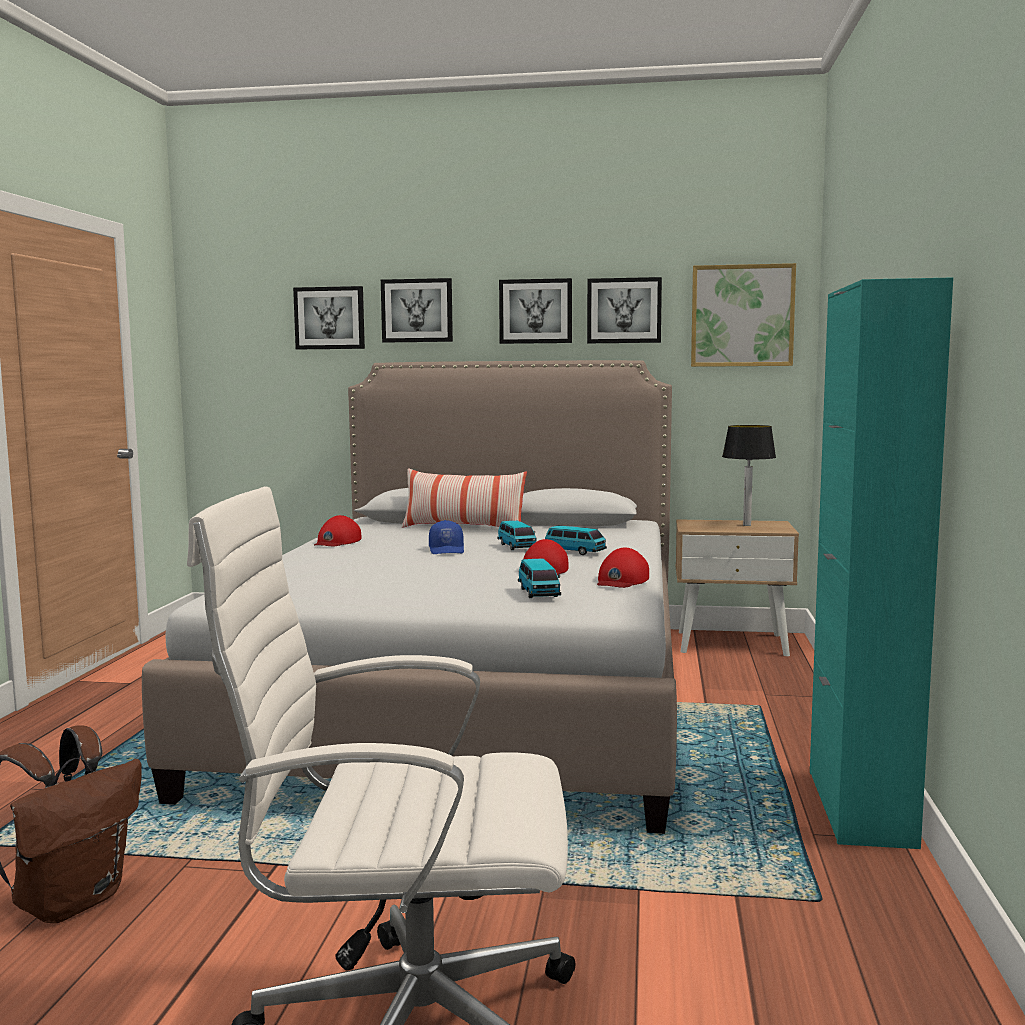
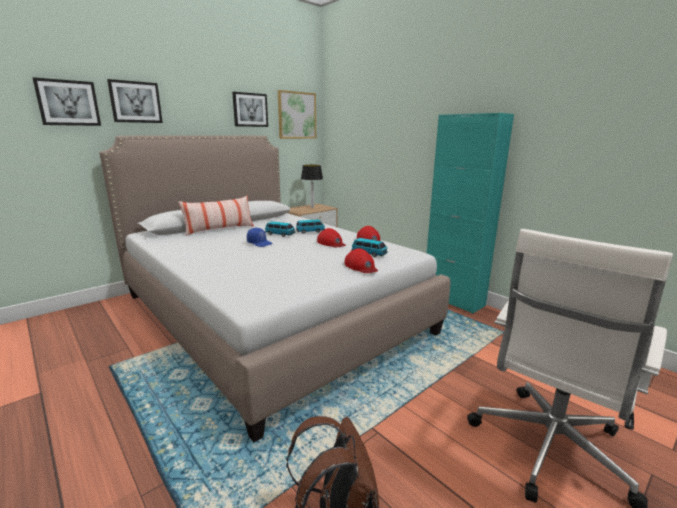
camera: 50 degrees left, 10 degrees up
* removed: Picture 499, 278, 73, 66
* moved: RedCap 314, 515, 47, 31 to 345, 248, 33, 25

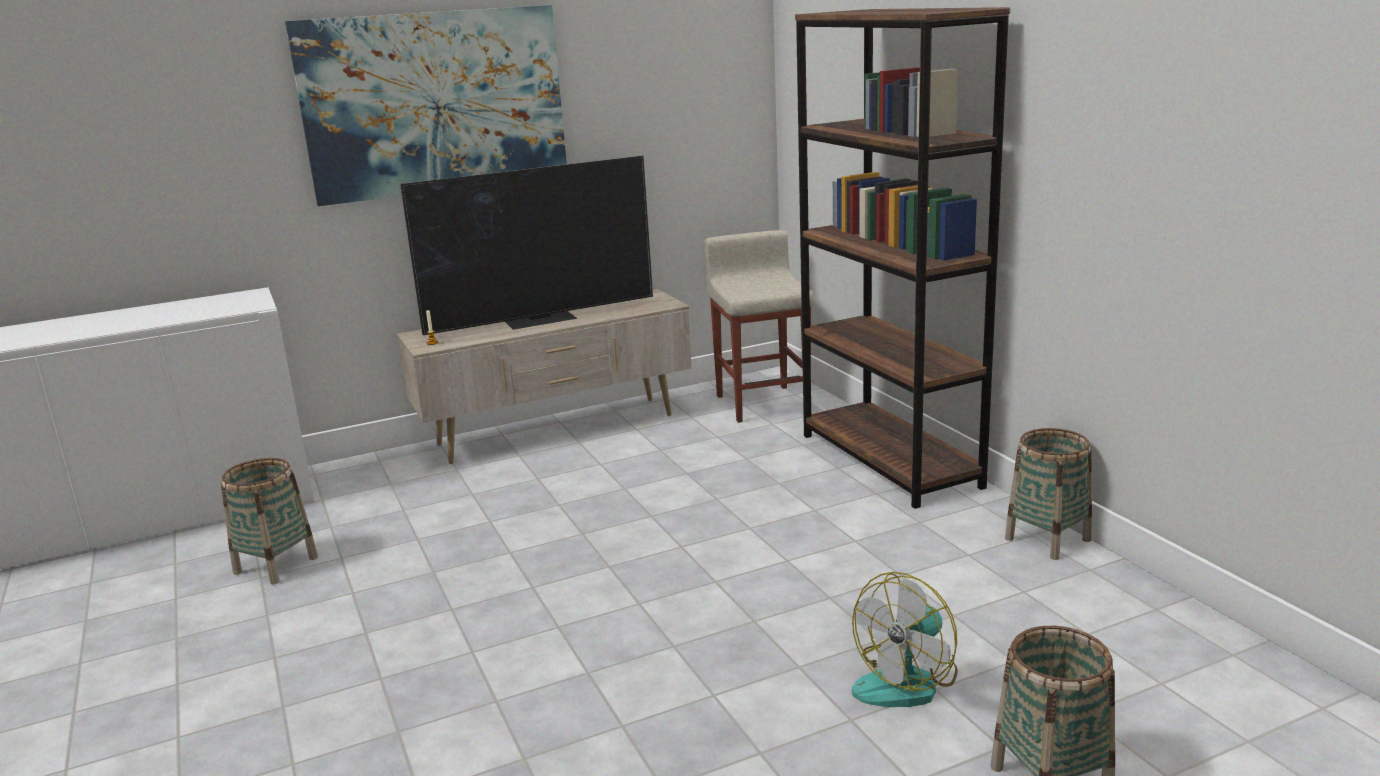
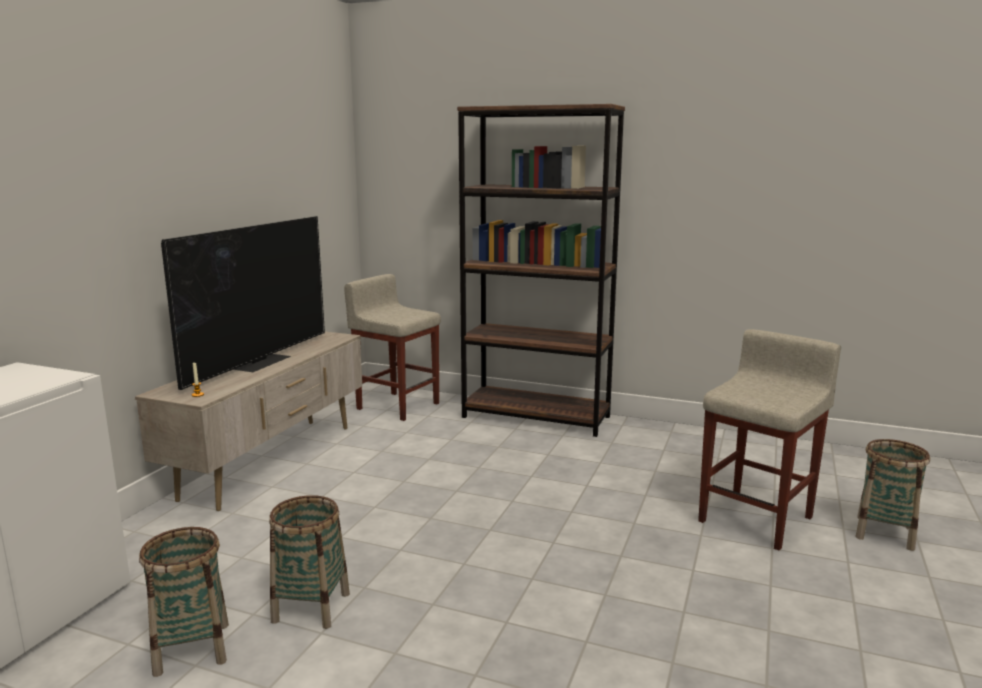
camera: 45 degrees left, 5 degrees down
* removed: Picture 285, 5, 282, 201
* moved: Basket 1005, 428, 87, 132 to 269, 495, 81, 134
* replaced: Fan 852, 572, 106, 135 to BeigeStool 698, 329, 143, 221

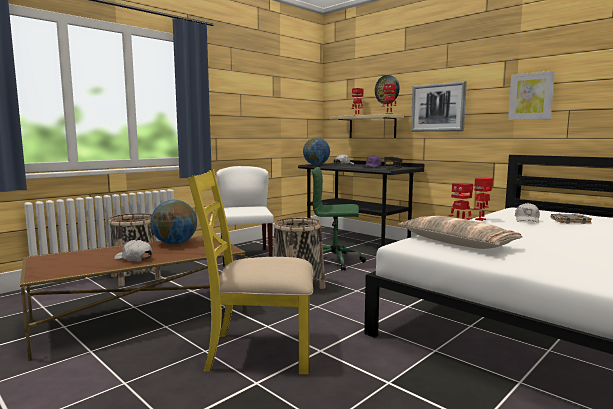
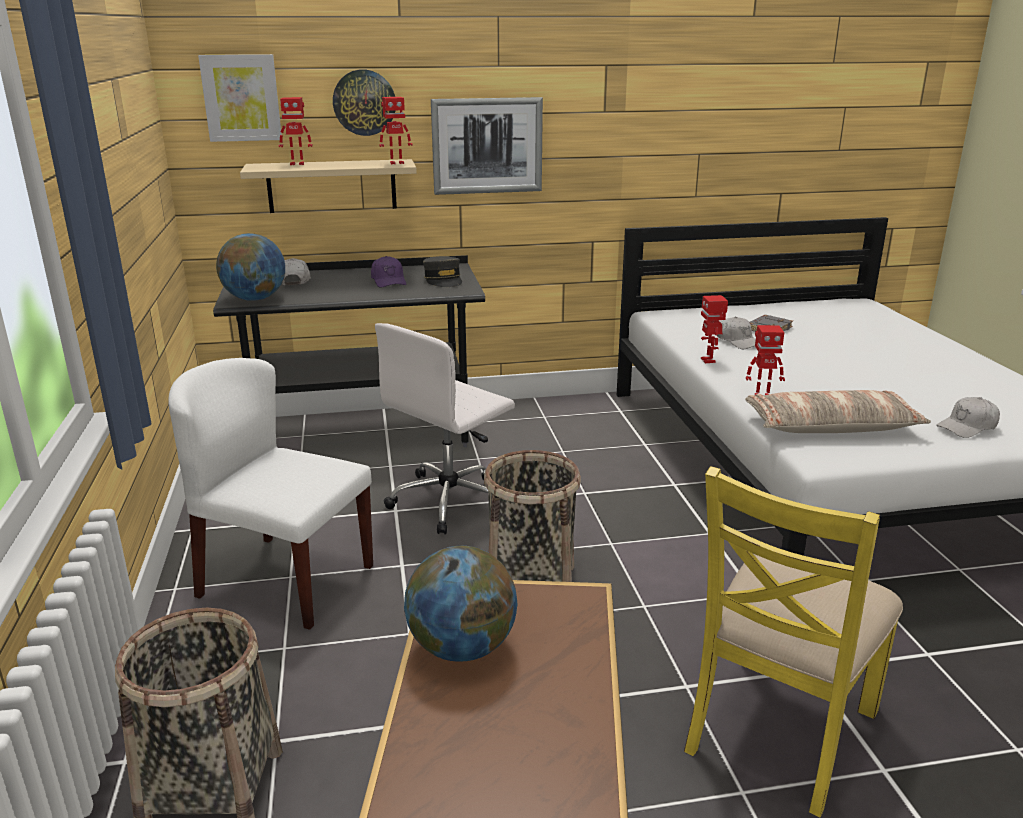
camera: 55 degrees left, 15 degrees up
* moved: WhiteCap 114, 240, 38, 21 to 936, 397, 64, 41
* moved: Picture 508, 71, 47, 49 to 198, 54, 84, 88
* recoloured: GreenOfficeChair 312, 167, 54, 104 to WhiteOfficeChair 375, 323, 140, 211

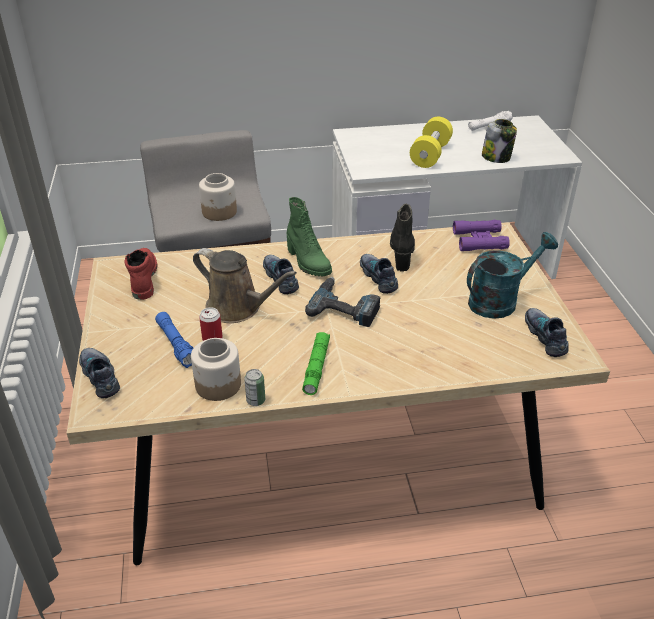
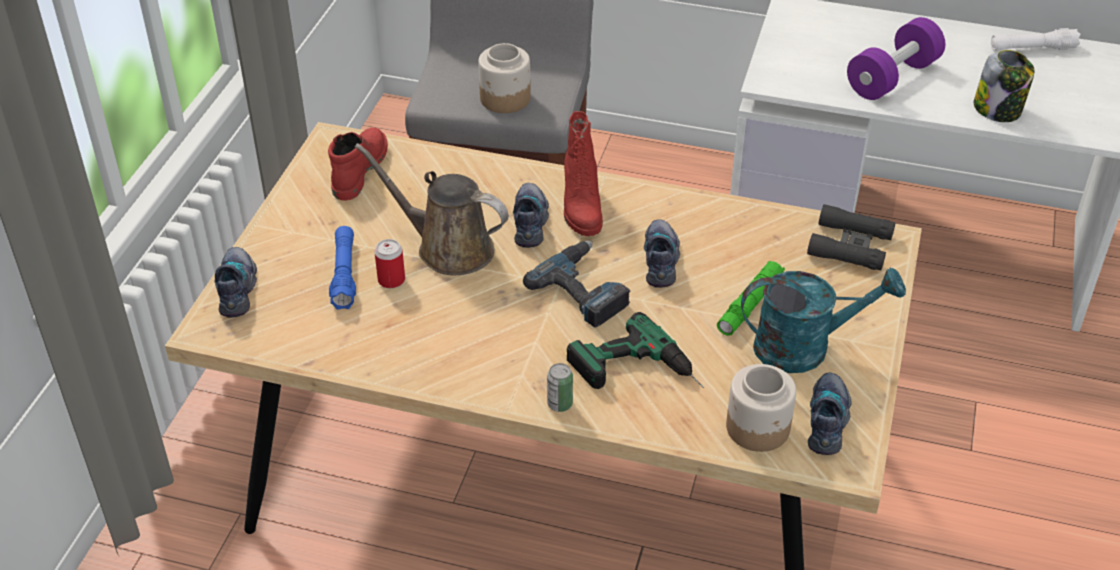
camera: 25 degrees right, 5 degrees up
* removed: BlackBoot 390, 204, 25, 68
* added: PowerDrill 567, 312, 137, 77
* moved: Jar 191, 338, 50, 63 to 726, 364, 70, 88
* moved: Can 244, 369, 21, 37 to 547, 363, 26, 49
* moved: GreenFlashlight 302, 332, 28, 63 to 717, 261, 68, 75
* recoloured: GreenBoot 287, 197, 45, 80 to RedBoot 564, 111, 39, 125
* recoloured: YellowDumbbell 410, 117, 43, 51 to PurpleDumbbell 847, 17, 98, 83
* recoloured: PurpleBinoculars 453, 220, 57, 31 to BlackBinoculars 807, 204, 89, 66
* turned: BrownWateringCan 193, 248, 104, 75 = 355, 143, 154, 132 150 degrees clockwise

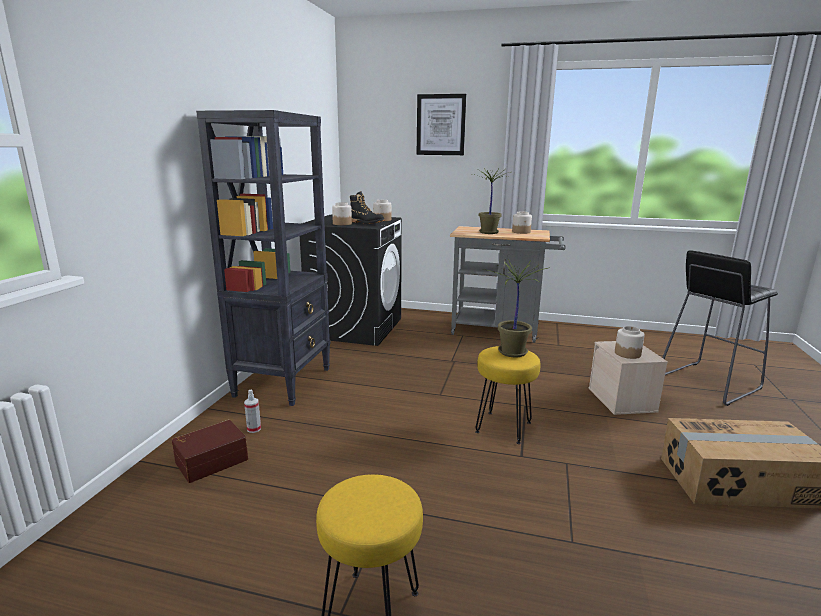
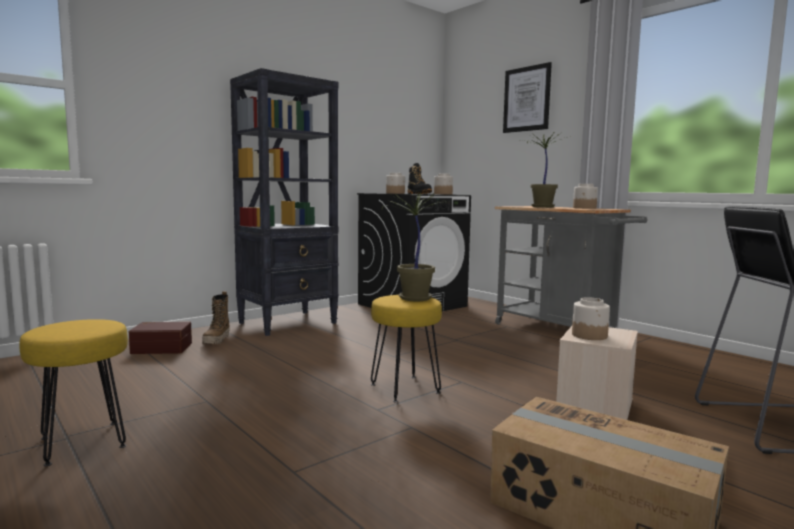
camera: 35 degrees right, 10 degrees down
* replaced: SprayBottle 244, 390, 17, 43 to Boot 202, 291, 28, 53

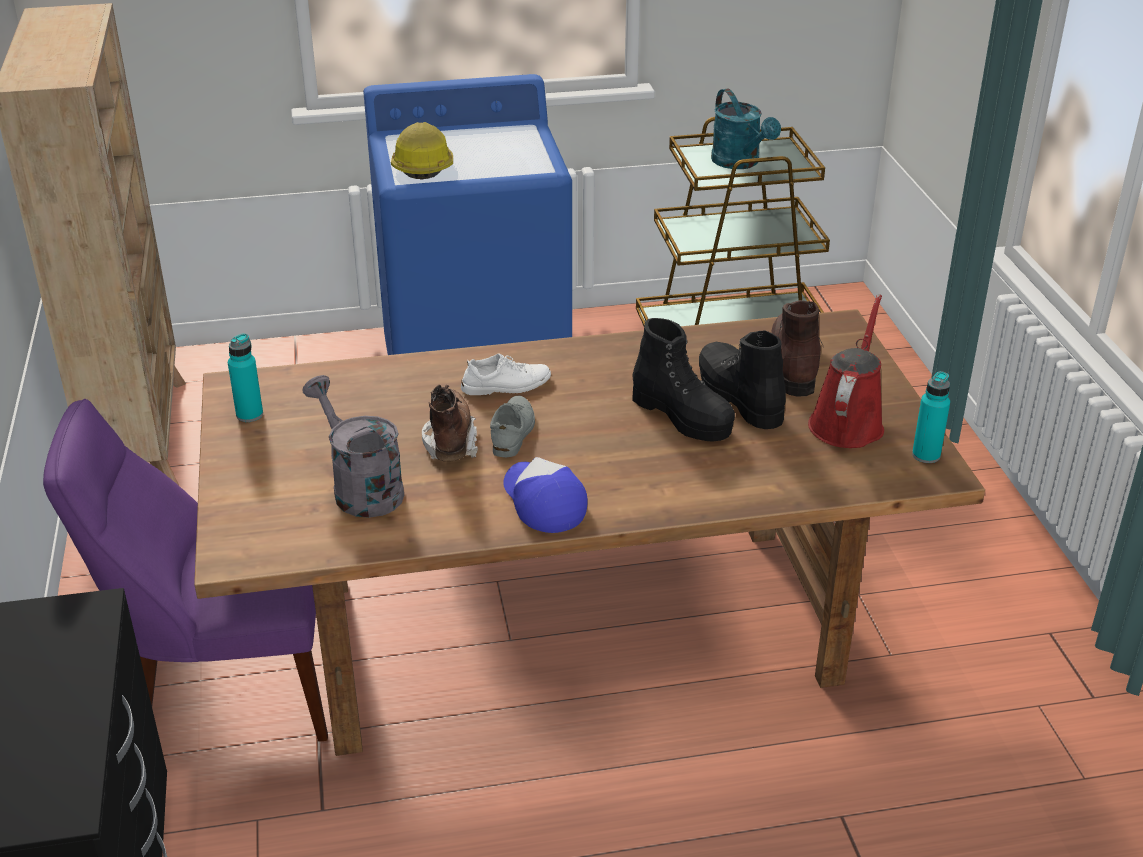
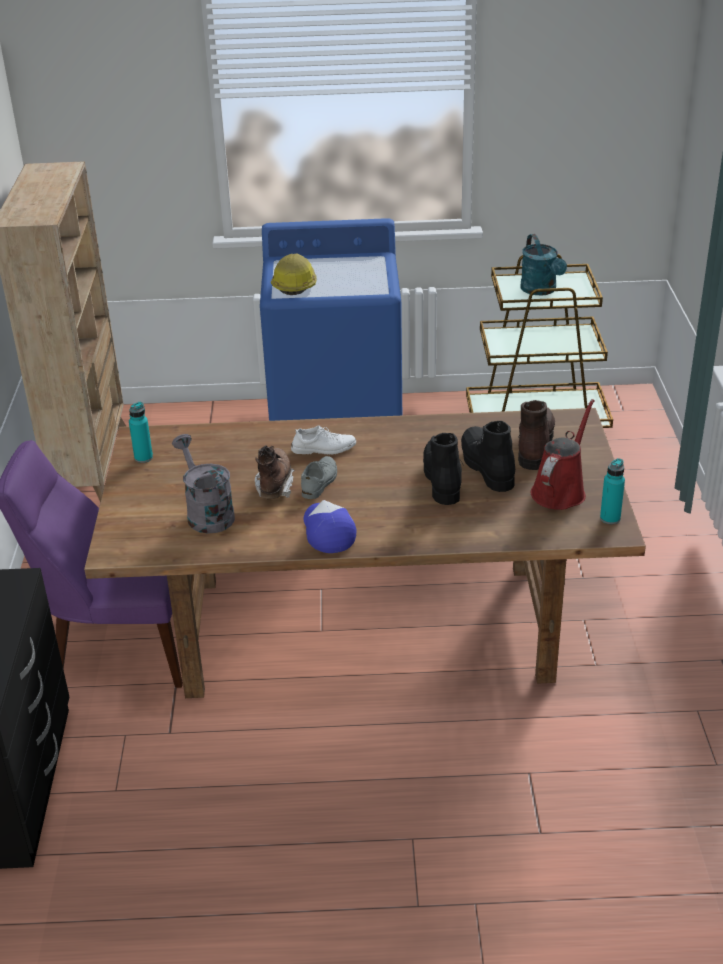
camera: 10 degrees right, 0 degrees up
* turned: BlackBoot 632, 318, 103, 123 = 423, 433, 40, 72 150 degrees counterclockwise

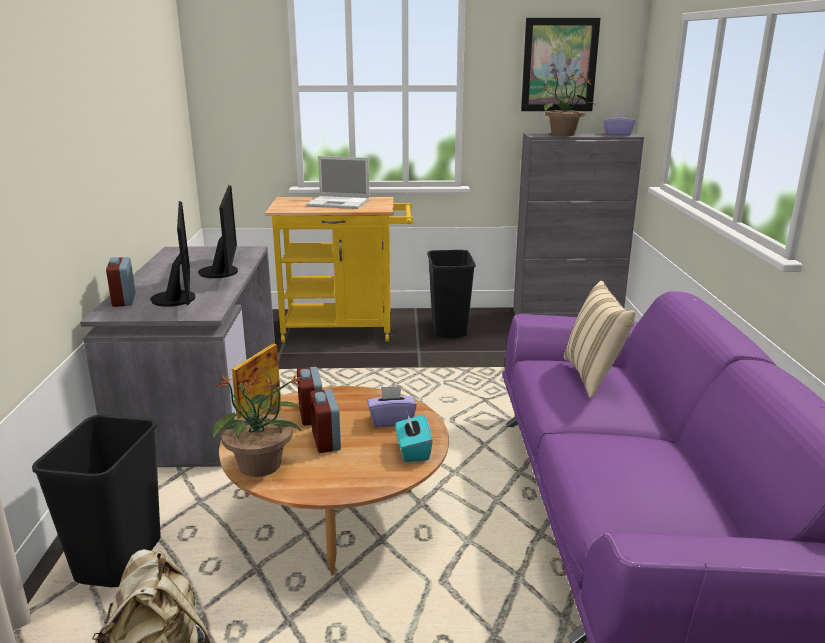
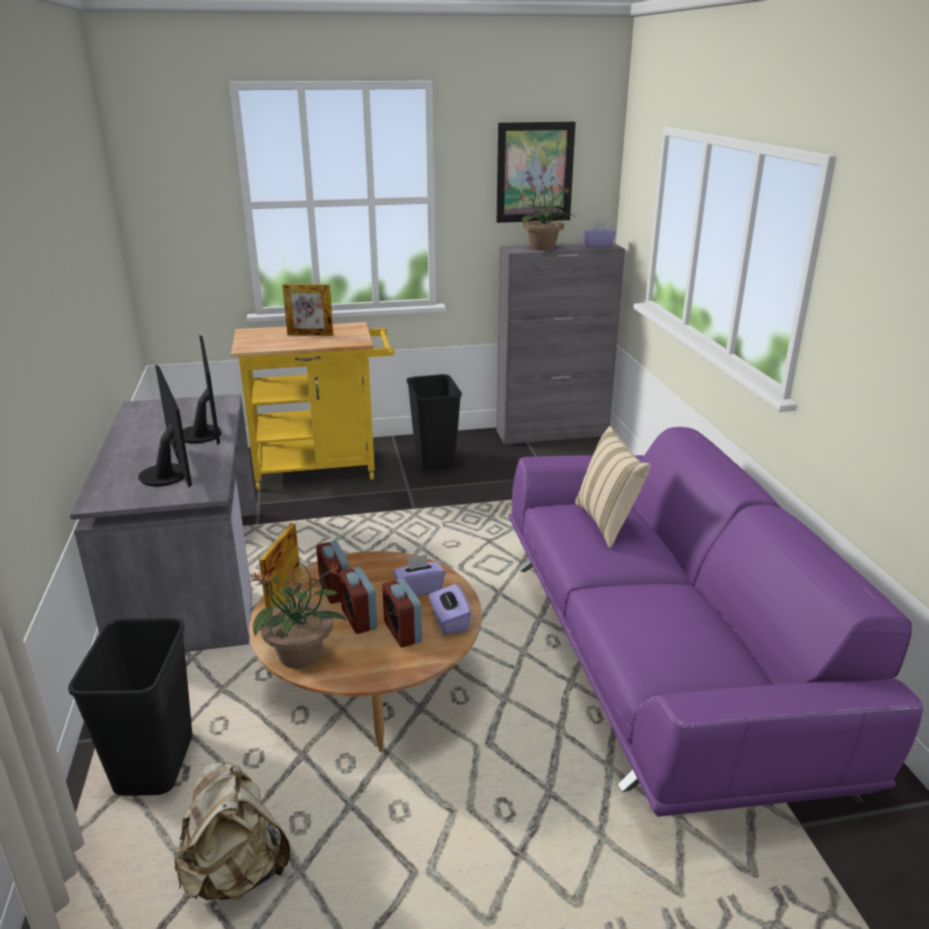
camera: 10 degrees left, 5 degrees up
* moved: AlarmClock 106, 257, 30, 50 to 382, 578, 40, 70
* replaced: Laptop 306, 156, 64, 53 to PictureFrame 282, 284, 51, 52
* recoloured: TurquoiseTissueBox 395, 414, 37, 48 to PurpleTissueBox 429, 584, 43, 51

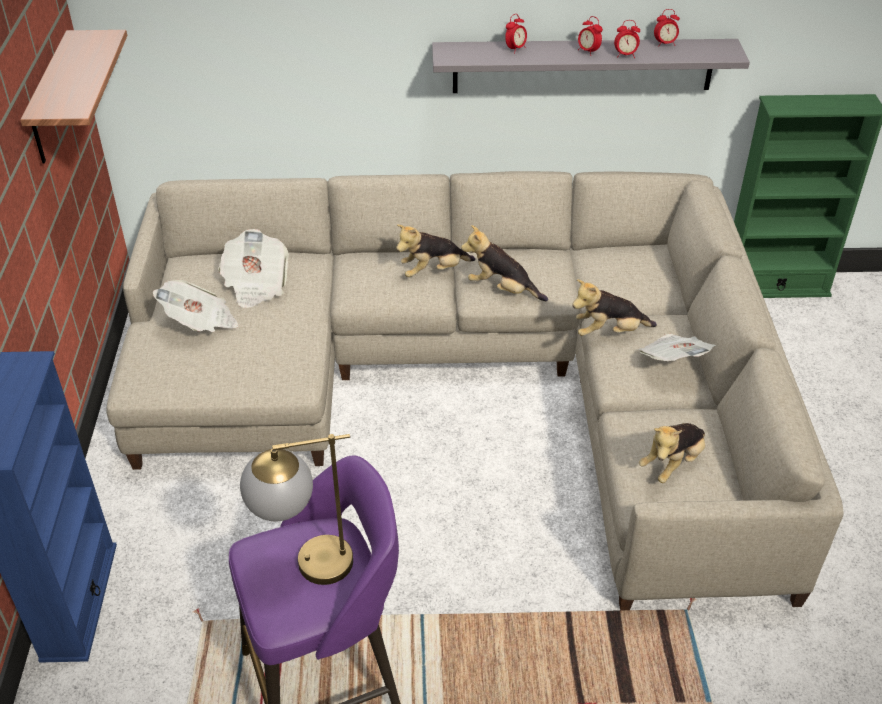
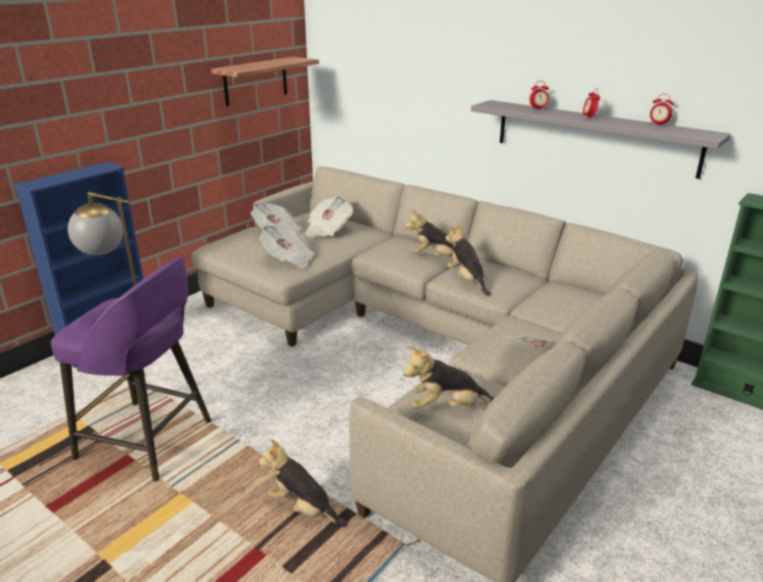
camera: 40 degrees right, 15 degrees down
* removed: AlarmClock 614, 20, 26, 38
* added: Newspaper 259, 225, 55, 43
* moved: PlushToy 572, 279, 85, 57 to 259, 439, 89, 88

